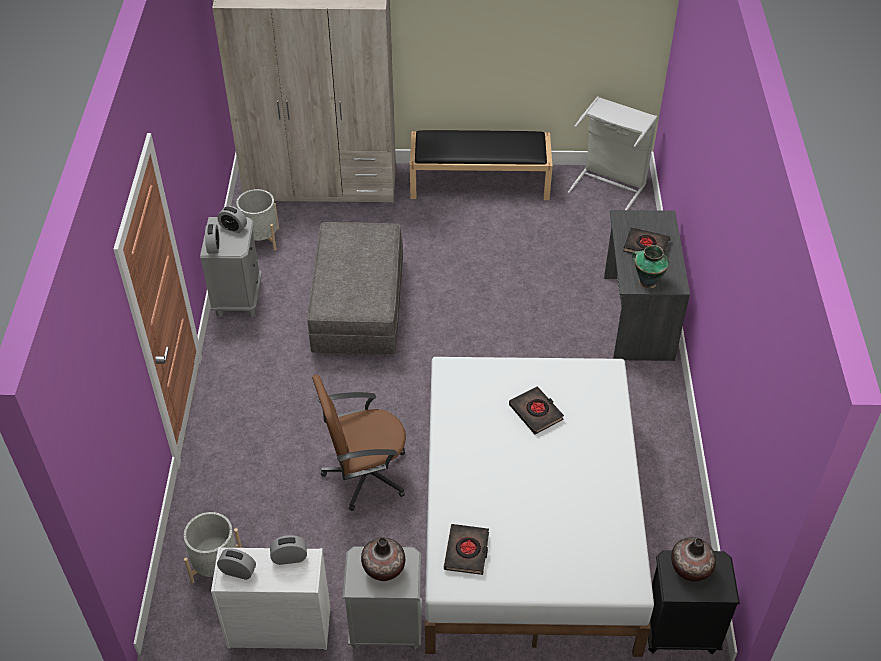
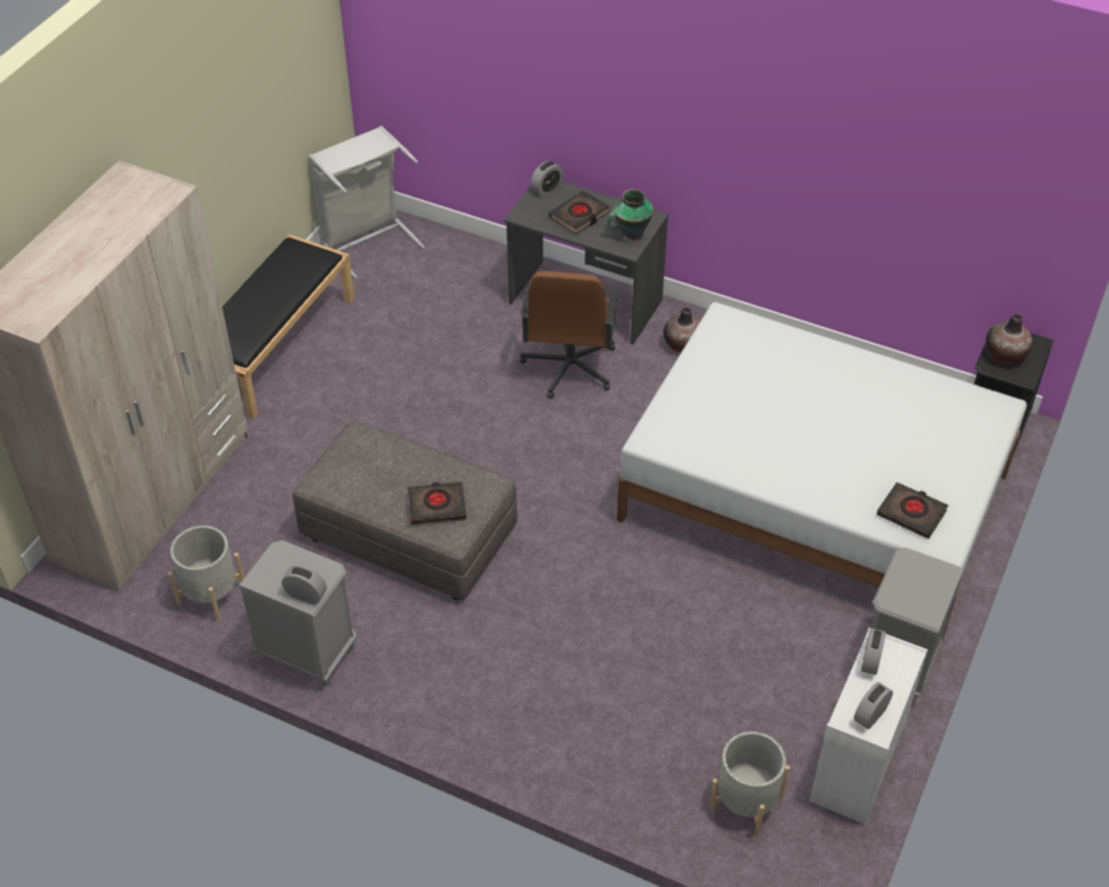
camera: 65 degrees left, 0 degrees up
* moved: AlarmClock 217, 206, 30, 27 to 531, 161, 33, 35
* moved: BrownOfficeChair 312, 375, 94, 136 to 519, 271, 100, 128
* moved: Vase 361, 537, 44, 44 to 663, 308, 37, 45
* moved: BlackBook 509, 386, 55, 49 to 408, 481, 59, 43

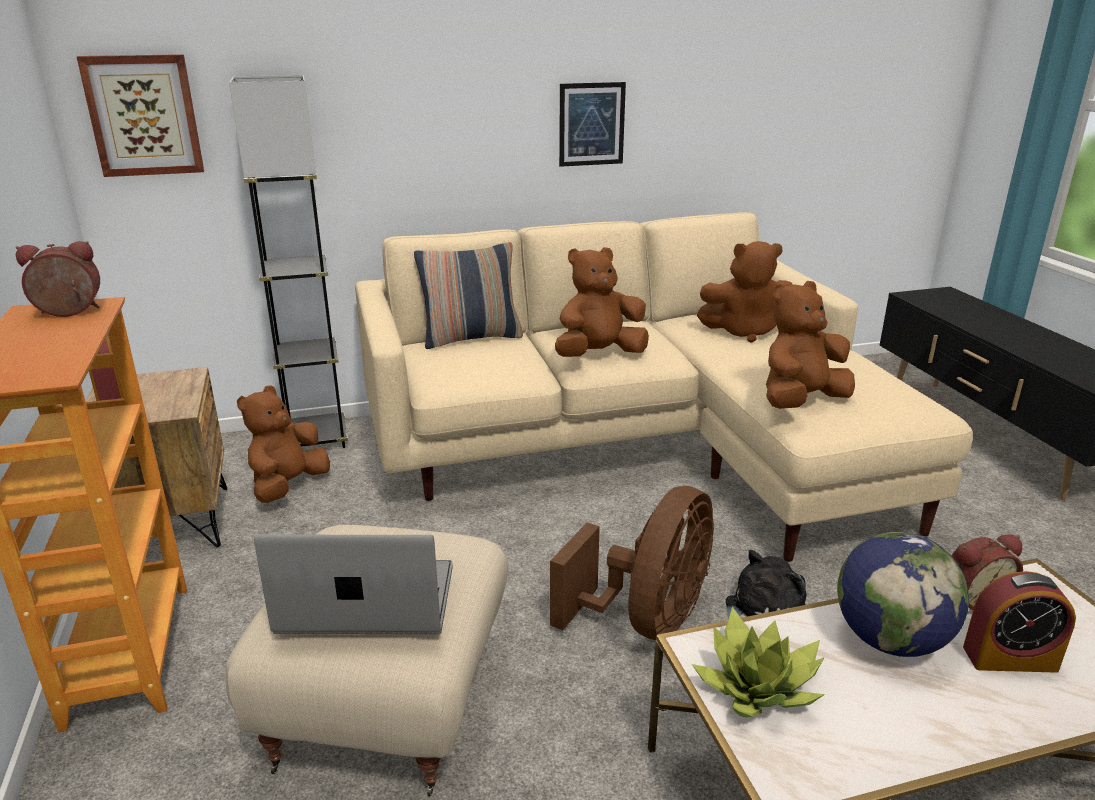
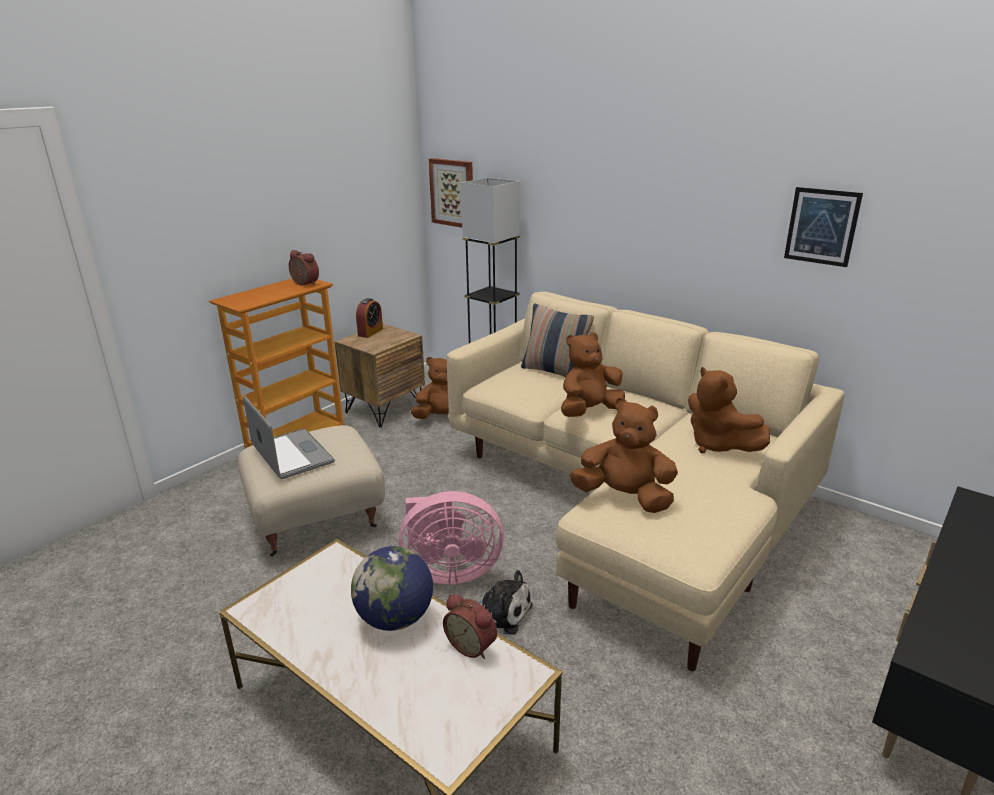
camera: 55 degrees right, 0 degrees up
* removed: PottedPlant 692, 607, 133, 111
* removed: AlarmClock 963, 571, 113, 102
* moved: Picture 559, 82, 67, 85 to 784, 187, 79, 80
* recoloured: BrownFan 550, 486, 164, 154 to PinkFan 399, 491, 105, 93
* turned: BrownPlushToy 555, 247, 94, 110 = 561, 332, 64, 85 60 degrees counterclockwise

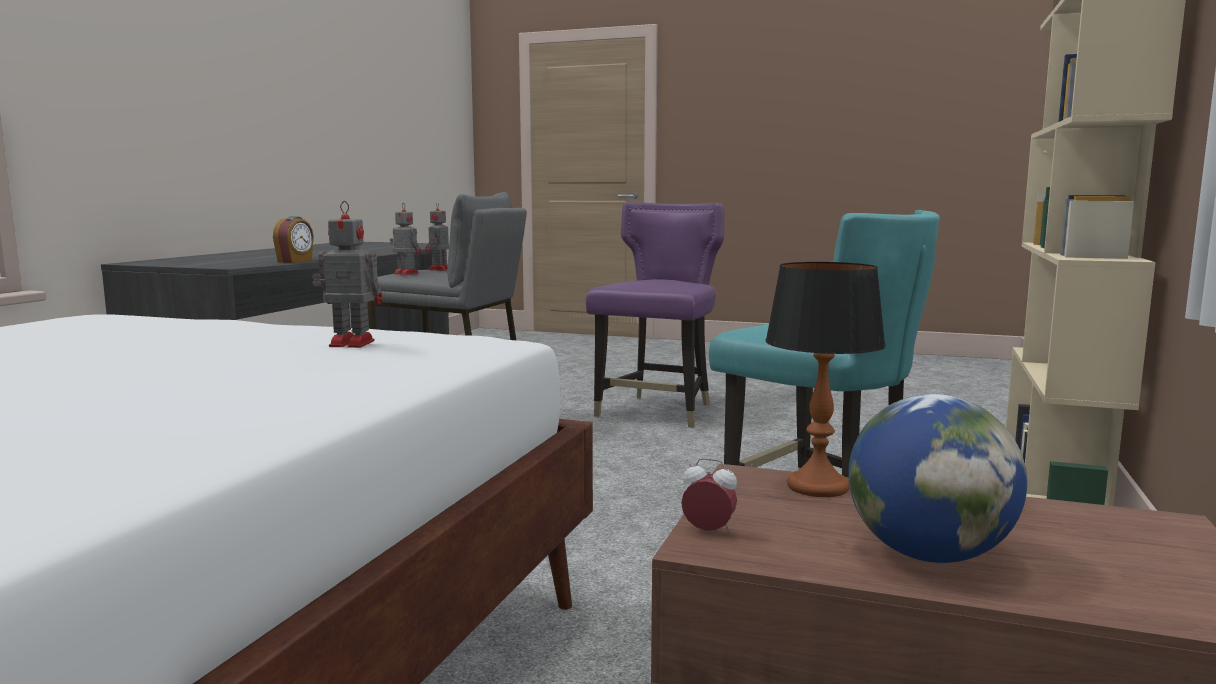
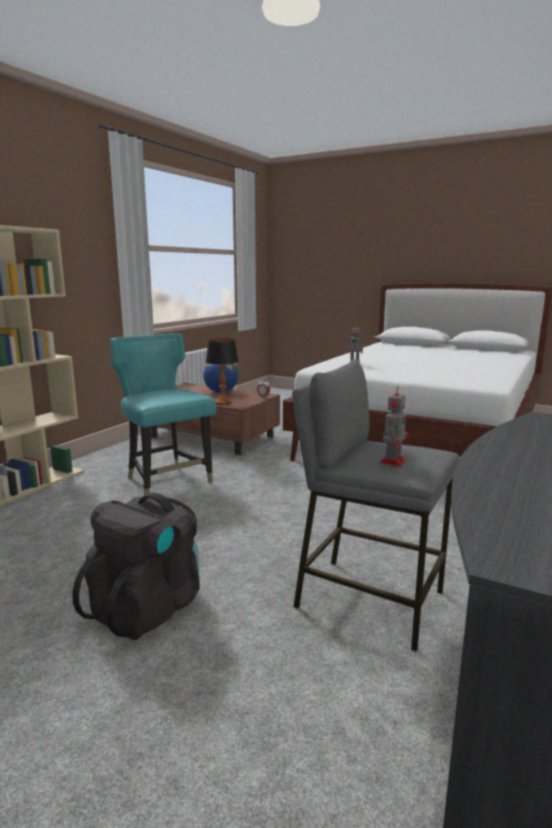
camera: 170 degrees left, 5 degrees up
* removed: AlarmClock 273, 216, 41, 47
* removed: ToyRobot 390, 204, 32, 71
* replaced: PurpleChair 586, 202, 139, 226 to BlackBackpack 72, 492, 128, 148

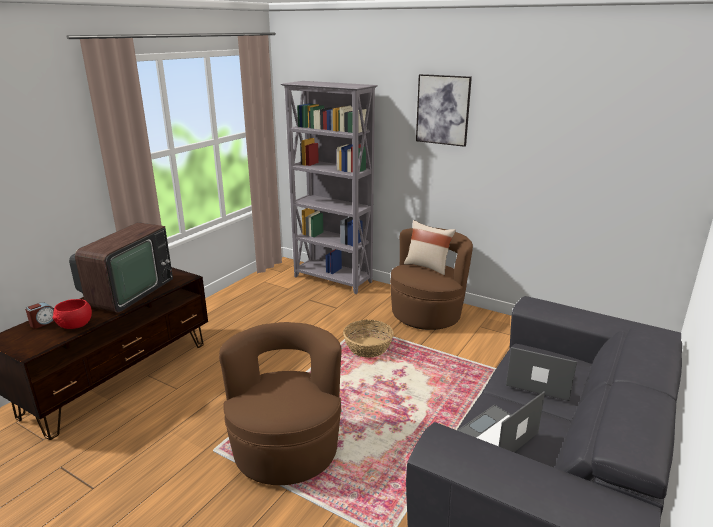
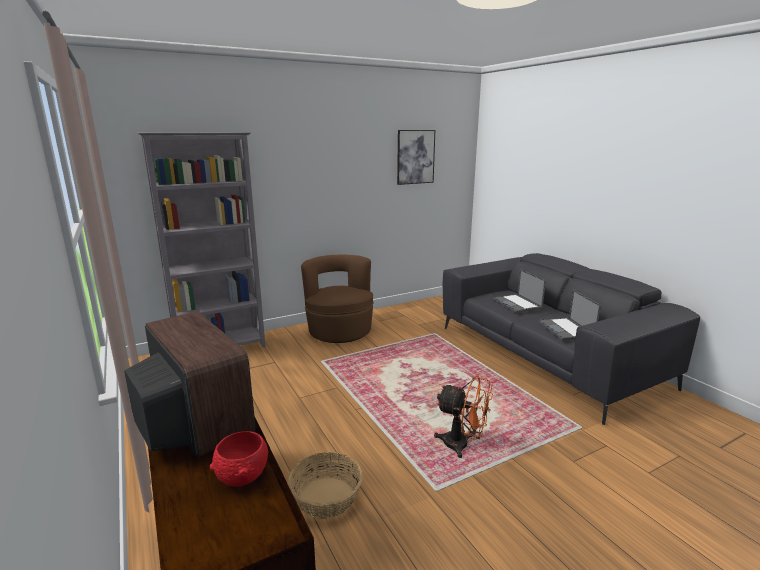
camera: 60 degrees left, 5 degrees down
* removed: AlarmClock 25, 302, 30, 27
* removed: BeigePillow 404, 220, 52, 55
* moved: Basket 343, 320, 51, 38 to 288, 452, 75, 67
* moved: Picture 416, 74, 56, 73 to 397, 130, 38, 55
* replaced: BrownArmchair 219, 322, 123, 163 to OrangeFan 434, 375, 59, 83
* turned: Laptop 506, 347, 71, 54 = 493, 269, 53, 44 75 degrees counterclockwise

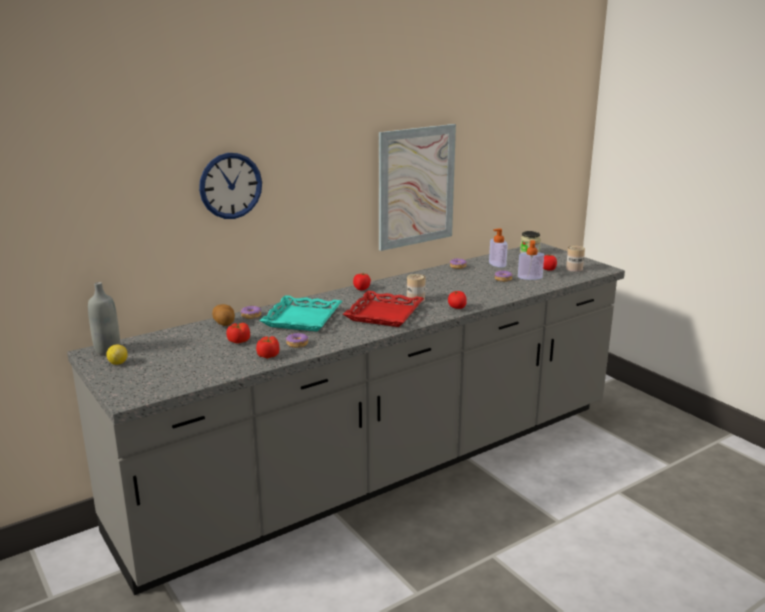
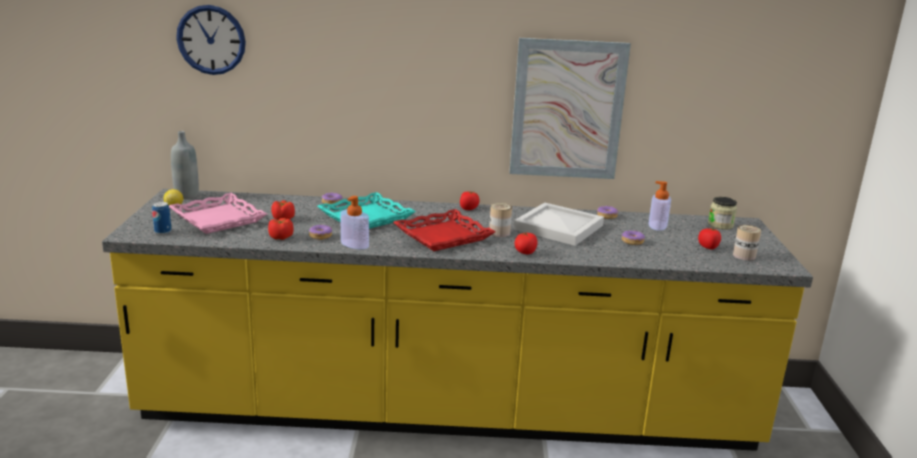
camera: 35 degrees right, 0 degrees up
* removed: Potato 212, 304, 23, 22
* added: Can 152, 202, 20, 32
* added: PinkTray 169, 193, 98, 41
* added: WhiteTray 513, 202, 91, 44
* moved: WallClock 199, 153, 63, 66 to 176, 5, 70, 70
* moved: SoapDispenser 518, 240, 26, 40 to 340, 196, 29, 53
* recoloured: GreyCounter 67, 242, 558, 353 to YellowCounter 102, 189, 711, 262

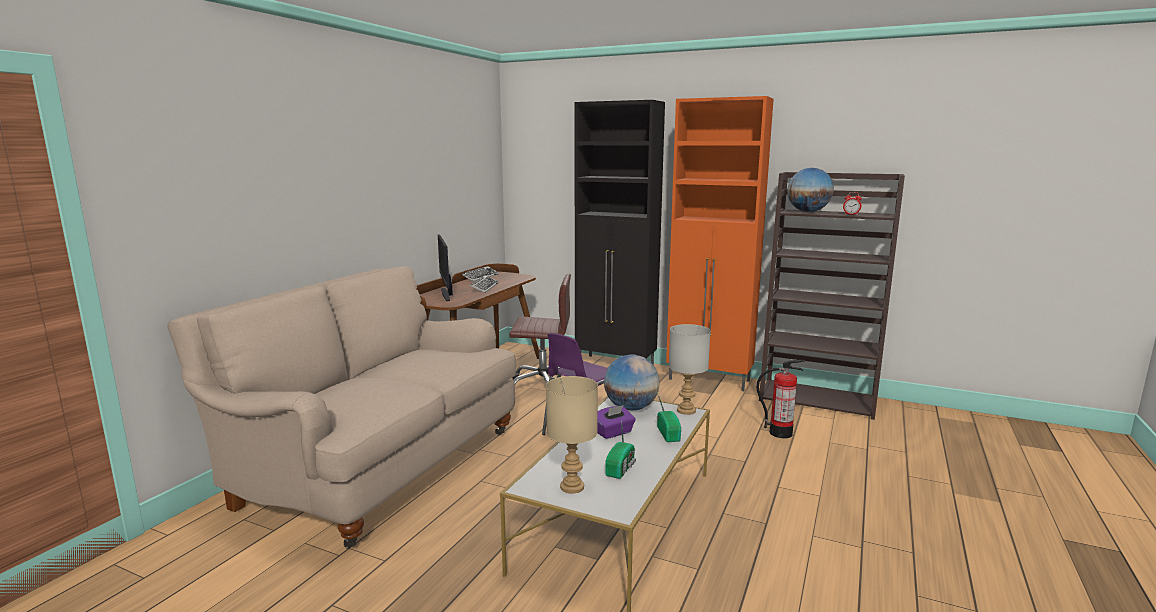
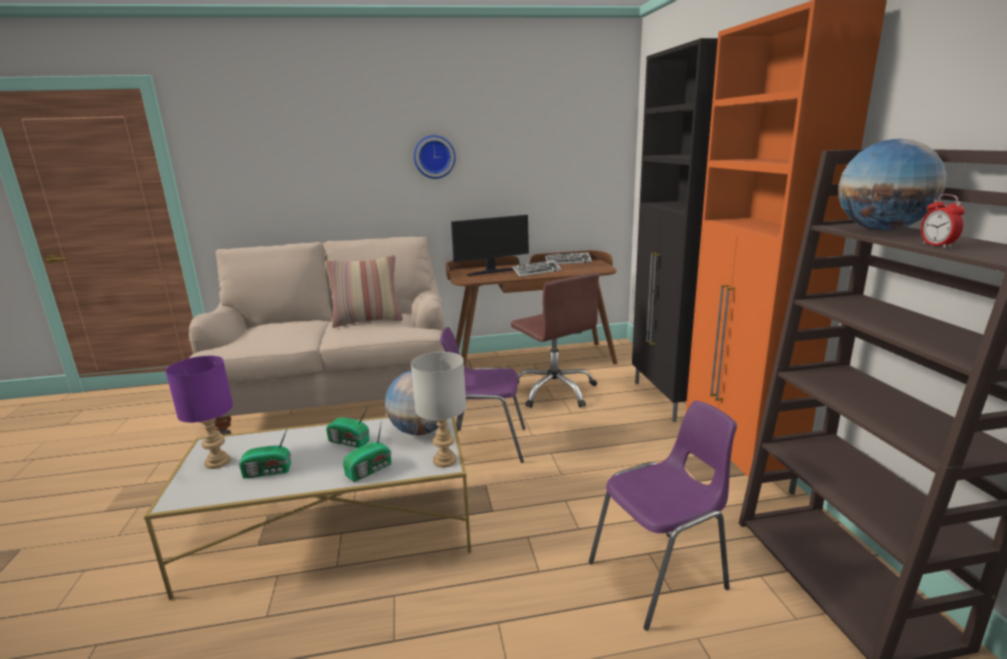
camera: 55 degrees right, 5 degrees up
* added: Pillow 325, 255, 78, 73
* added: WallClock 414, 135, 42, 44
* replaced: PurpleTissueBox 597, 405, 39, 34 to Radio 326, 405, 44, 43
* replaced: FireExtinguisher 756, 360, 49, 78 to PurpleChair 589, 401, 148, 230
* recoloured: BeigeTableLamp 546, 376, 52, 118 to PurpleTableLamp 166, 356, 67, 113
* turned: Monitor 438, 235, 15, 66 = 451, 215, 78, 61 150 degrees counterclockwise

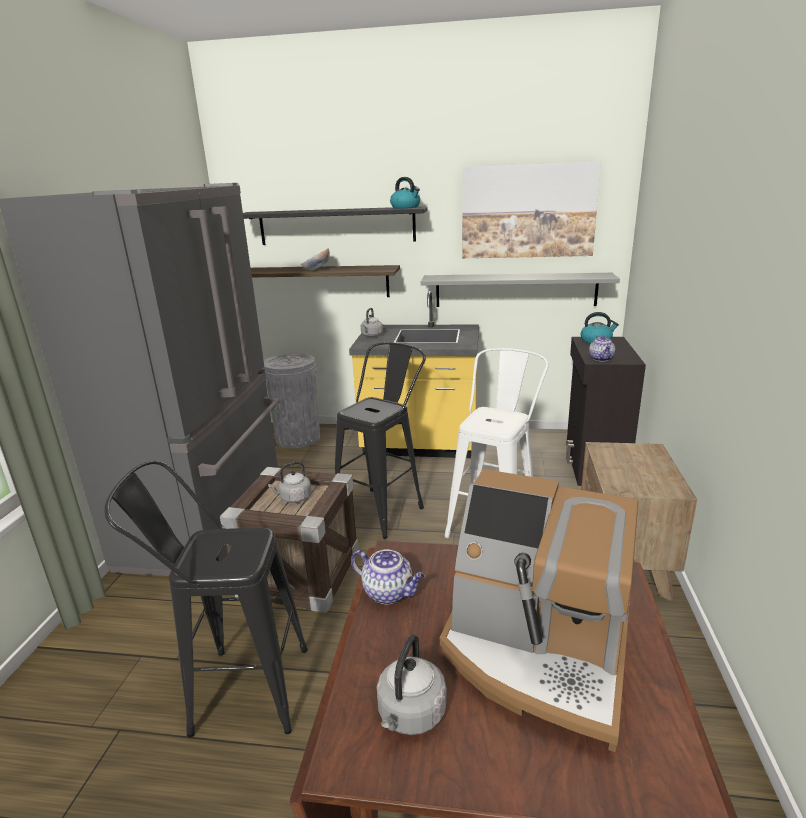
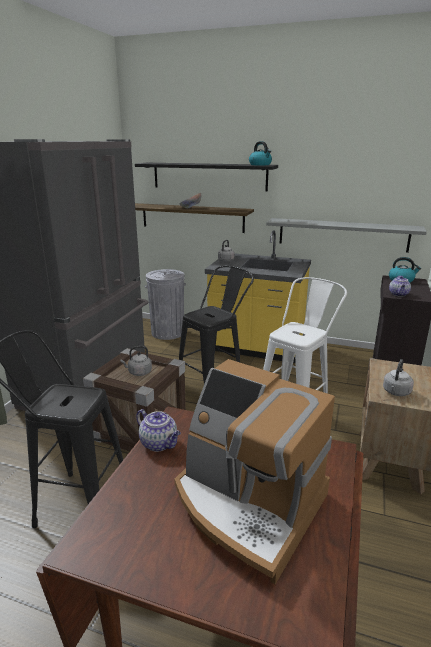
camera: 10 degrees right, 0 degrees up
* removed: Picture 462, 161, 139, 97
* moved: GreyKettle 377, 634, 70, 101 to 383, 359, 31, 37

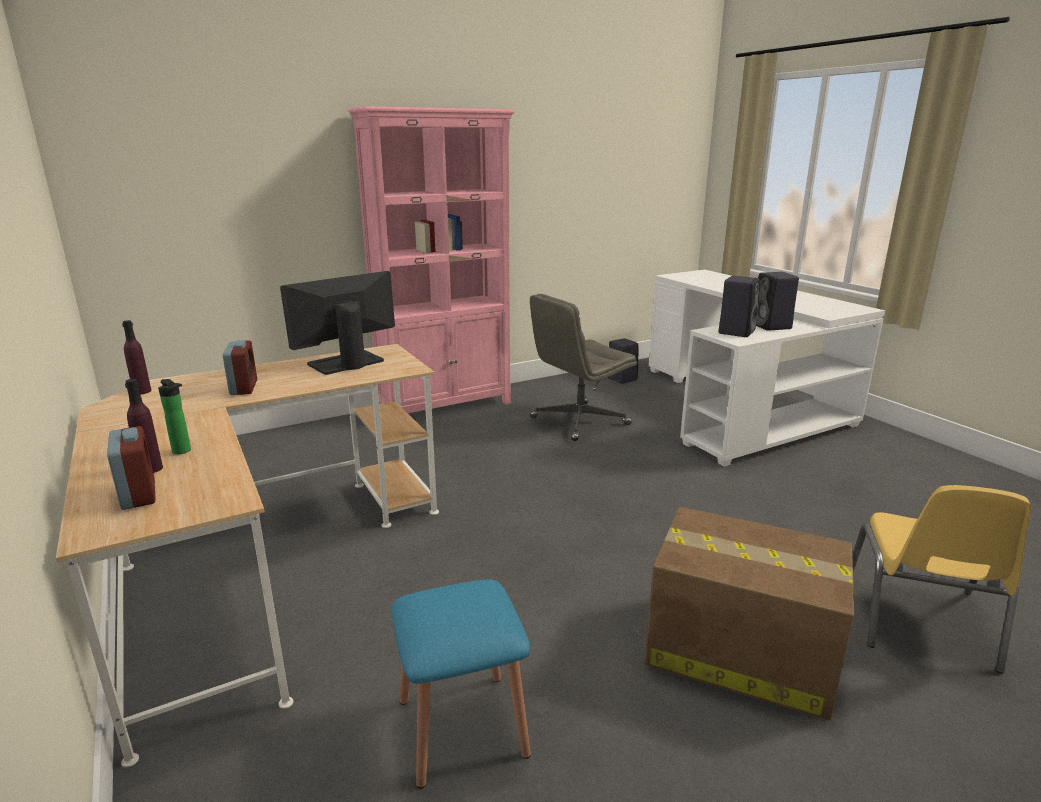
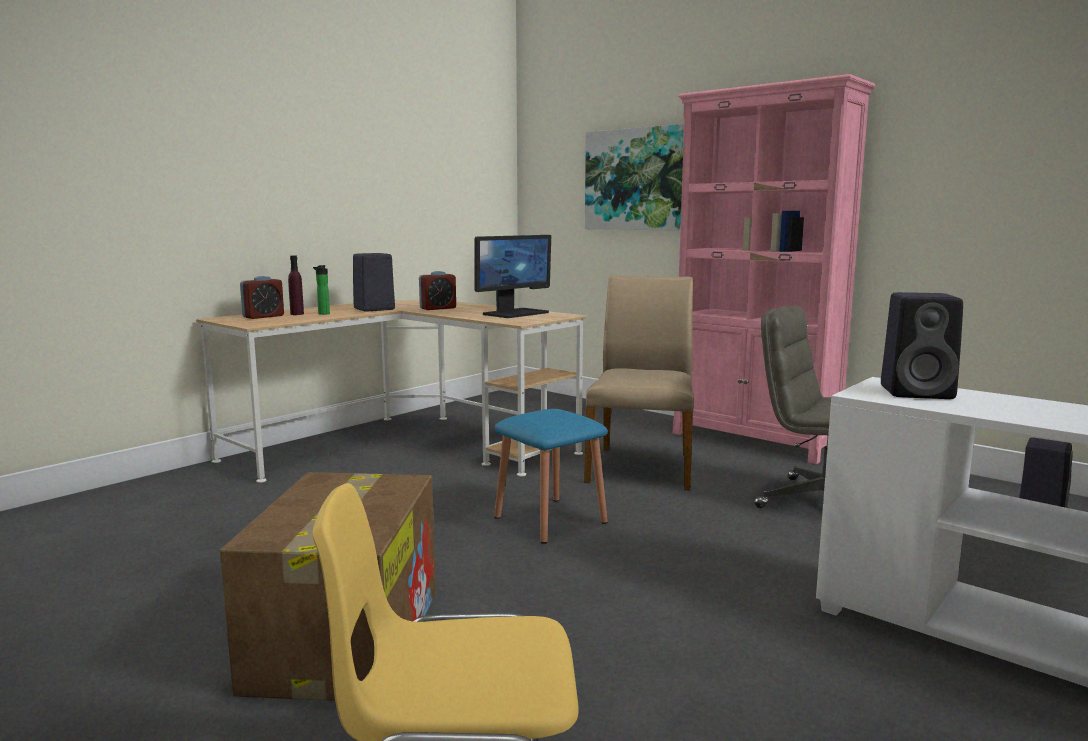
camera: 70 degrees right, 10 degrees down
* removed: PurpleBottle 122, 320, 30, 75
* added: BeigeChair 584, 275, 110, 216
* added: Picture 585, 124, 99, 107
* moved: BlueStool 391, 580, 140, 209 to 494, 409, 114, 135
* moved: BlackSpeaker 756, 272, 43, 59 to 353, 253, 42, 59
* turned: Monitor 280, 271, 115, 104 = 474, 235, 77, 83 105 degrees clockwise

